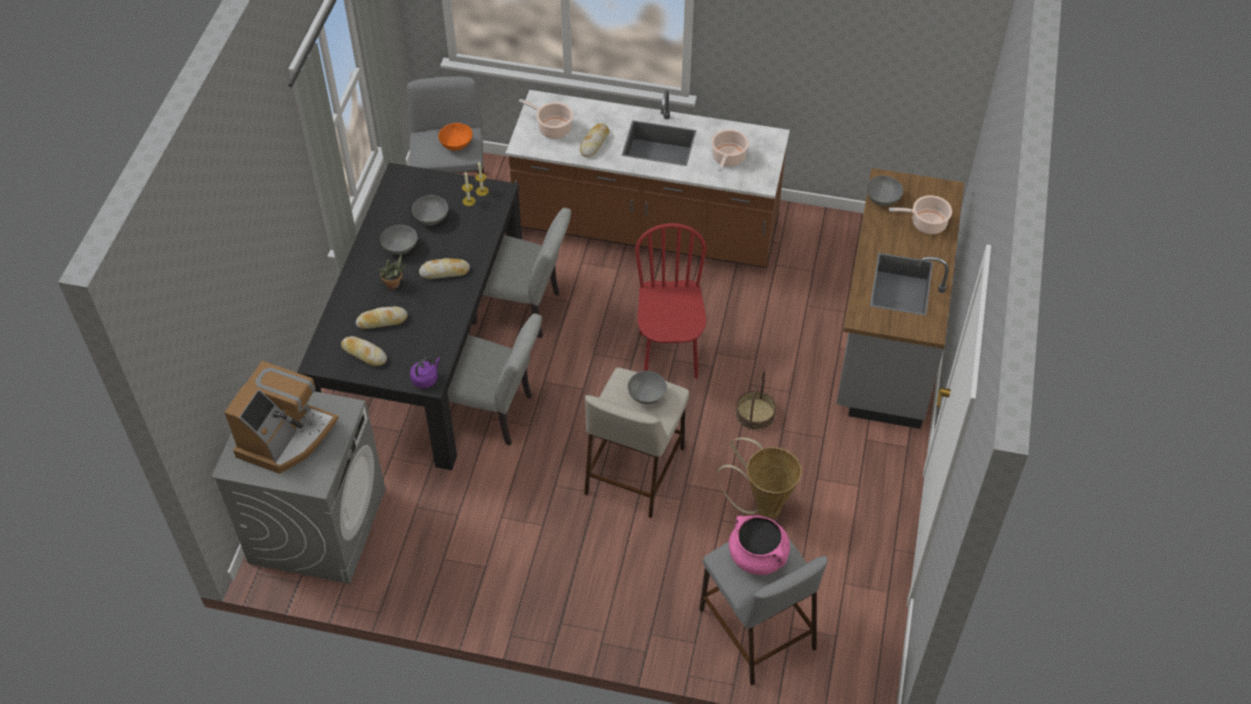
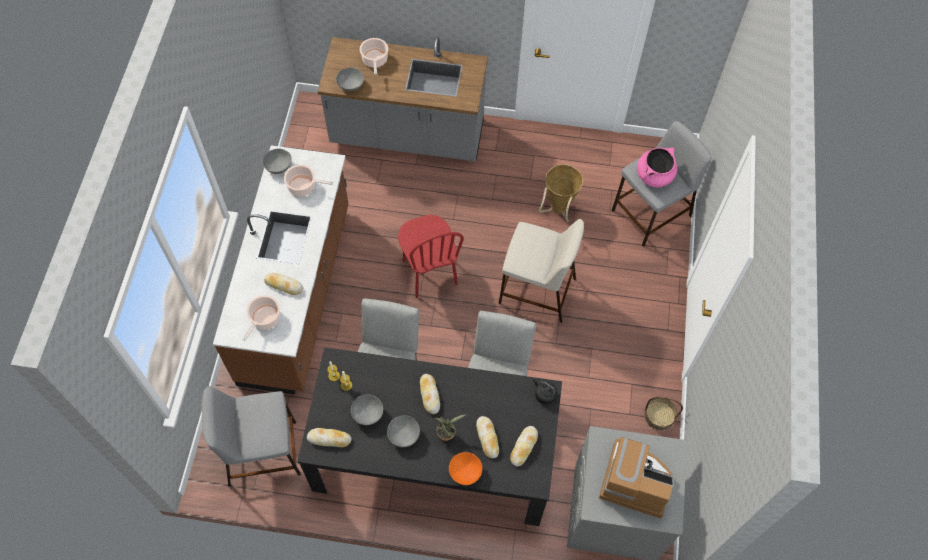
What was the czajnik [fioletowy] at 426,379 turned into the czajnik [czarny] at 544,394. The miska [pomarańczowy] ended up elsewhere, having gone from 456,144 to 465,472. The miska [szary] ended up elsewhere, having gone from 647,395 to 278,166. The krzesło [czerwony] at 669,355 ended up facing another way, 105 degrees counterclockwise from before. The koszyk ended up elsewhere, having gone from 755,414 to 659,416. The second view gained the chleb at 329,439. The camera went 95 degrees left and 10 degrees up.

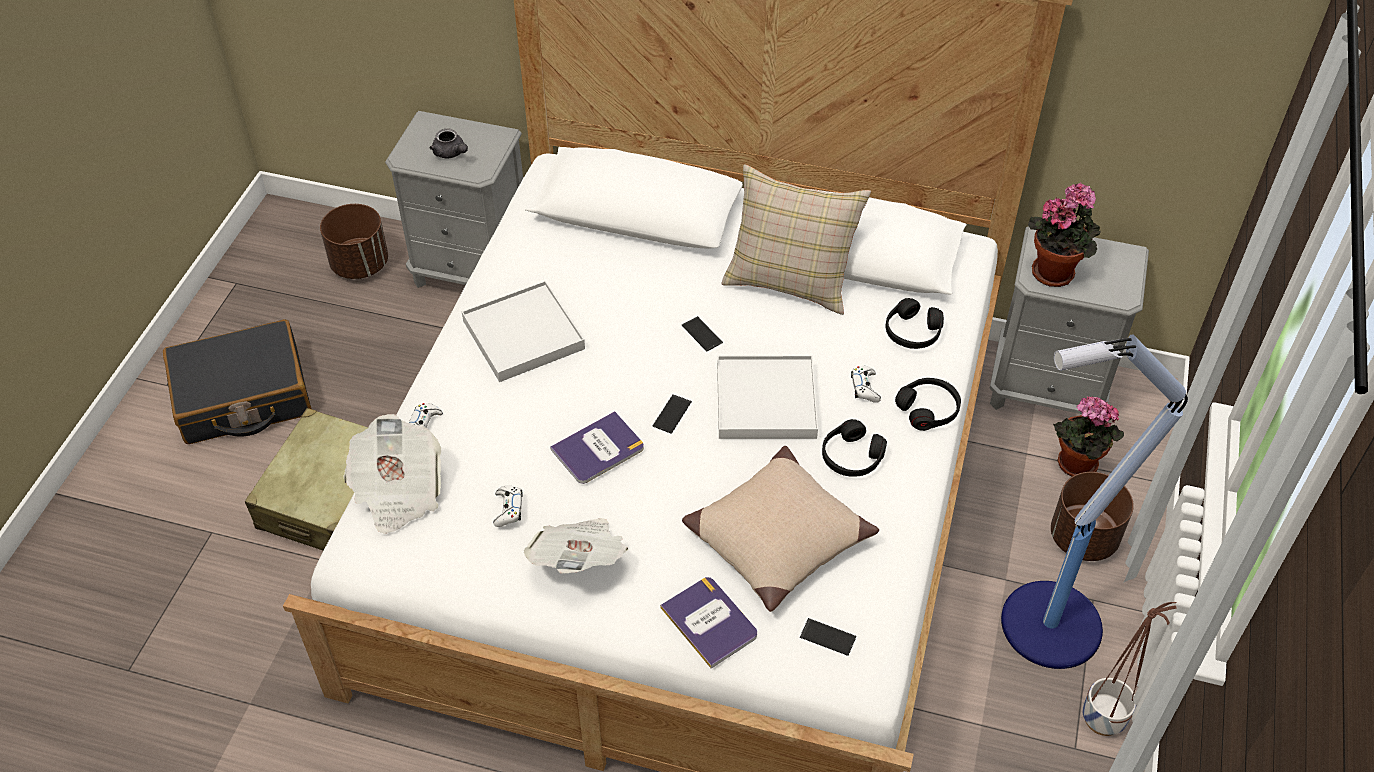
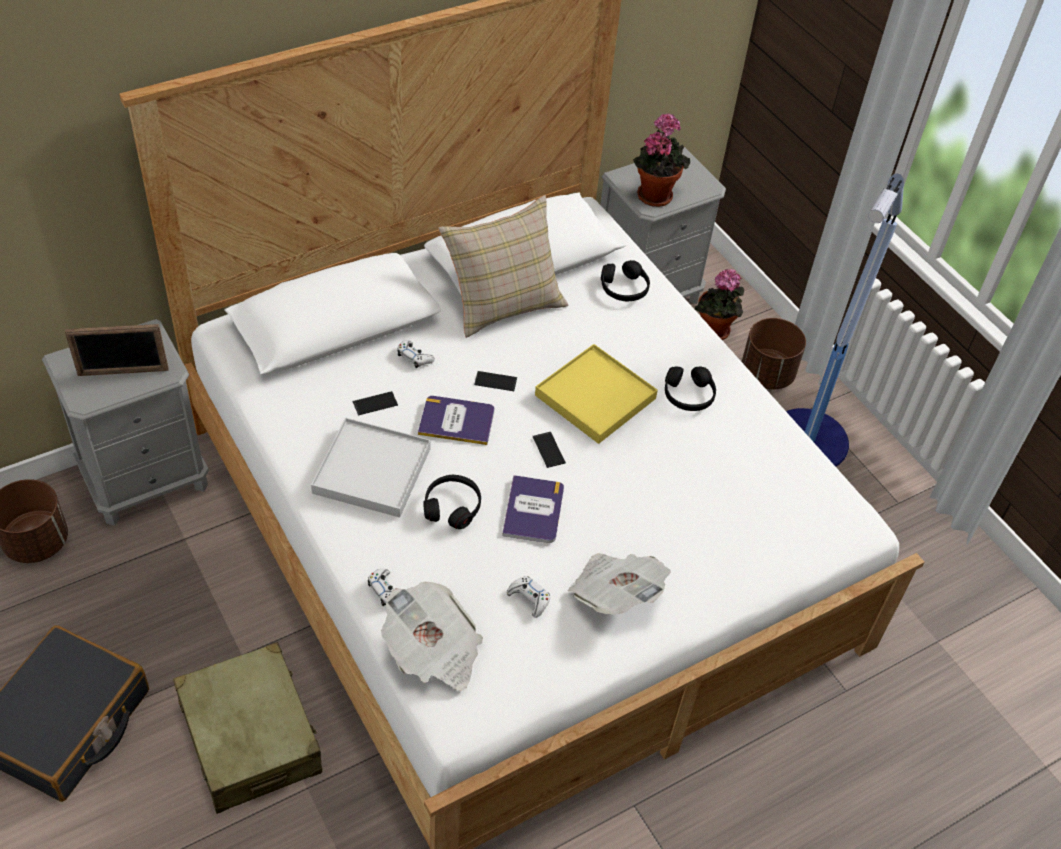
Where the imbryk [szary] stood at 451,153, the ramka na zdjęcie came to stand at 123,372. The książka ended up elsewhere, having gone from 710,622 to 457,421. The second view lost the poduszka [beżowy] at 777,537. What was the taca [biały] at 765,401 turned into the taca [żółty] at 595,397. The telefon ended up elsewhere, having gone from 828,637 to 375,403. The pad do gier [biały] ended up elsewhere, having gone from 865,388 to 414,357. The słuchawki [czarny] ended up elsewhere, having gone from 928,409 to 452,506. The second view lost the donica at 1103,718. The camera went 50 degrees left and 0 degrees up.

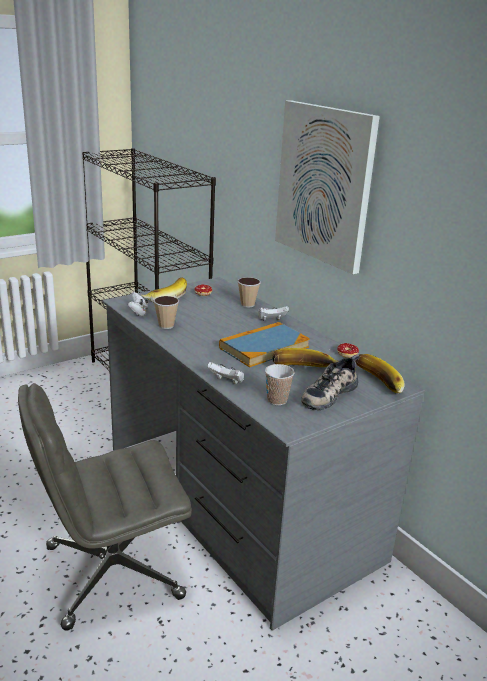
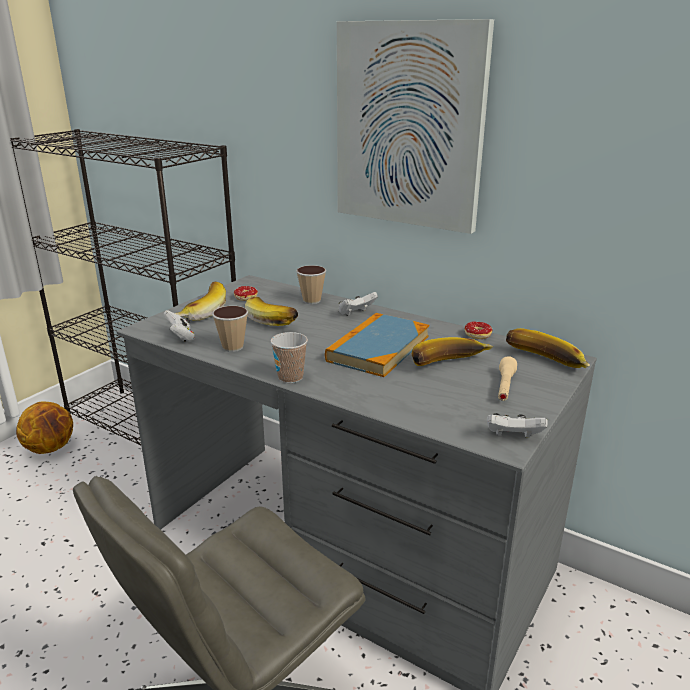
The pad do gier [biały] ended up elsewhere, having gone from 226,381 to 513,437. The filiżanka ended up elsewhere, having gone from 277,400 to 290,377. Where the but stood at 328,393, the latarka [beżowy] came to stand at 505,387. The second view gained the piłka do koszykówki at 51,448. The second view gained the banan at 273,318. The camera went 20 degrees left and 0 degrees up.

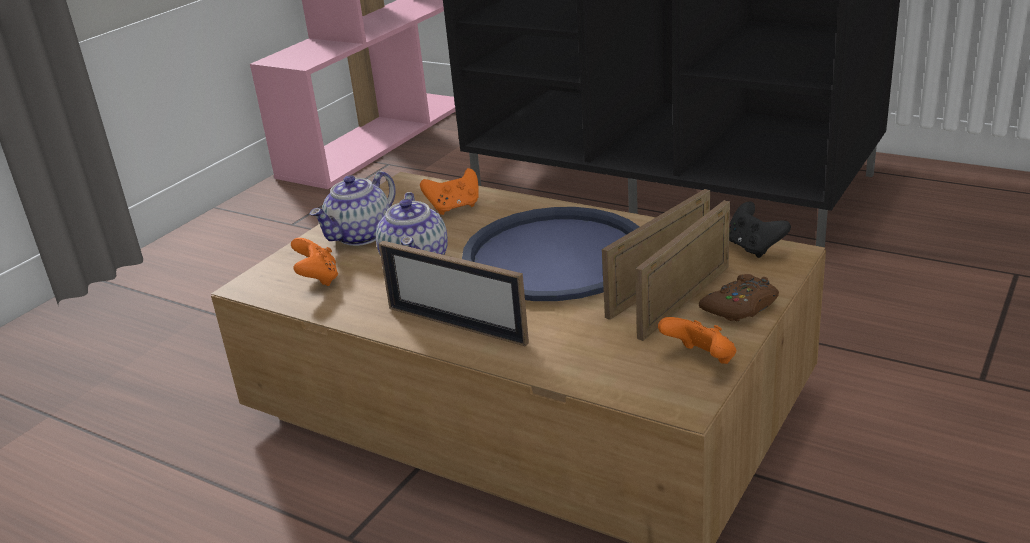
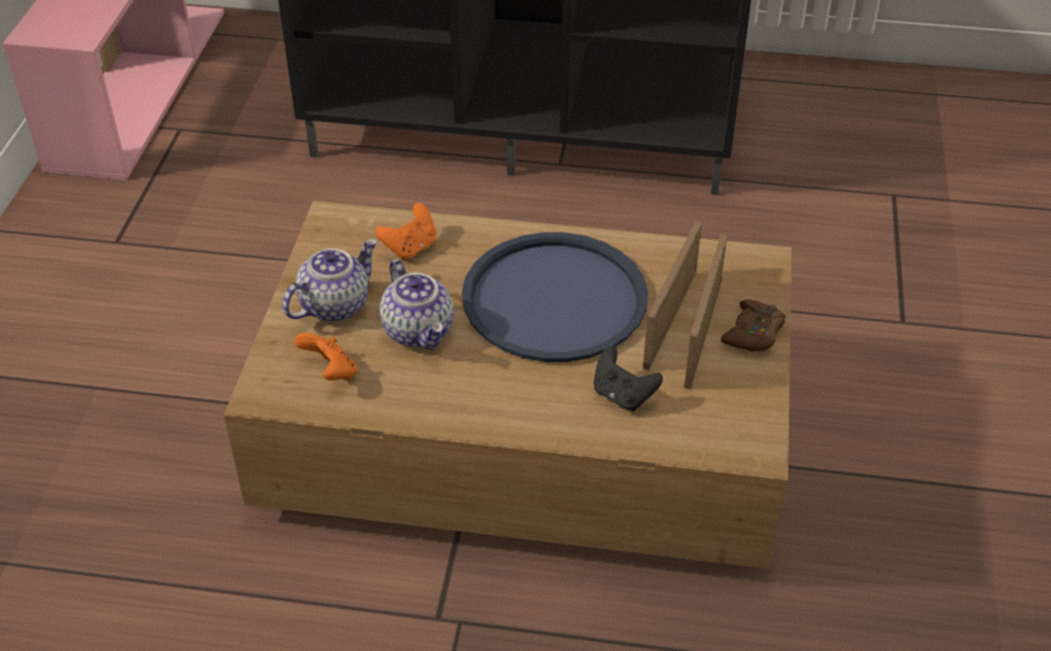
The imbryk at 360,236 ended up facing another way, 150 degrees counterclockwise from before. The second view lost the ramka na zdjęcie at 456,325. The second view lost the pad do gier [pomarańczowy] at 701,360. The pad do gier [czarny] ended up elsewhere, having gone from 753,248 to 622,395. The camera went 25 degrees left and 15 degrees up.

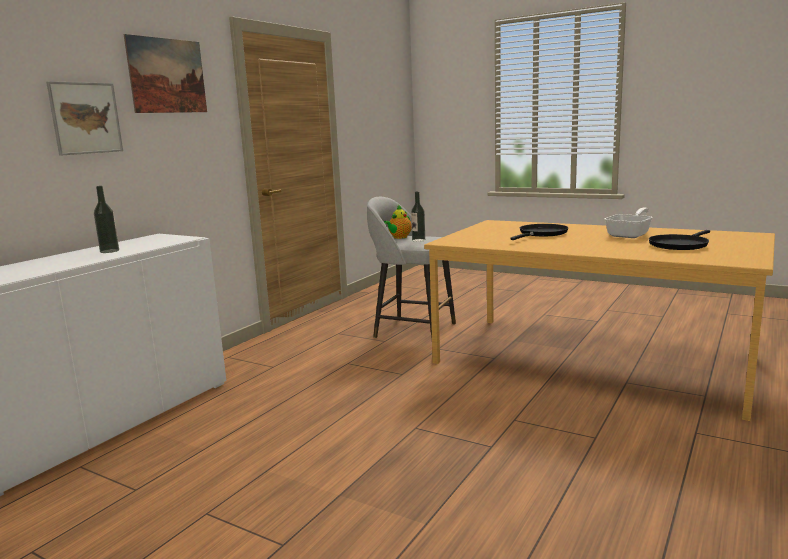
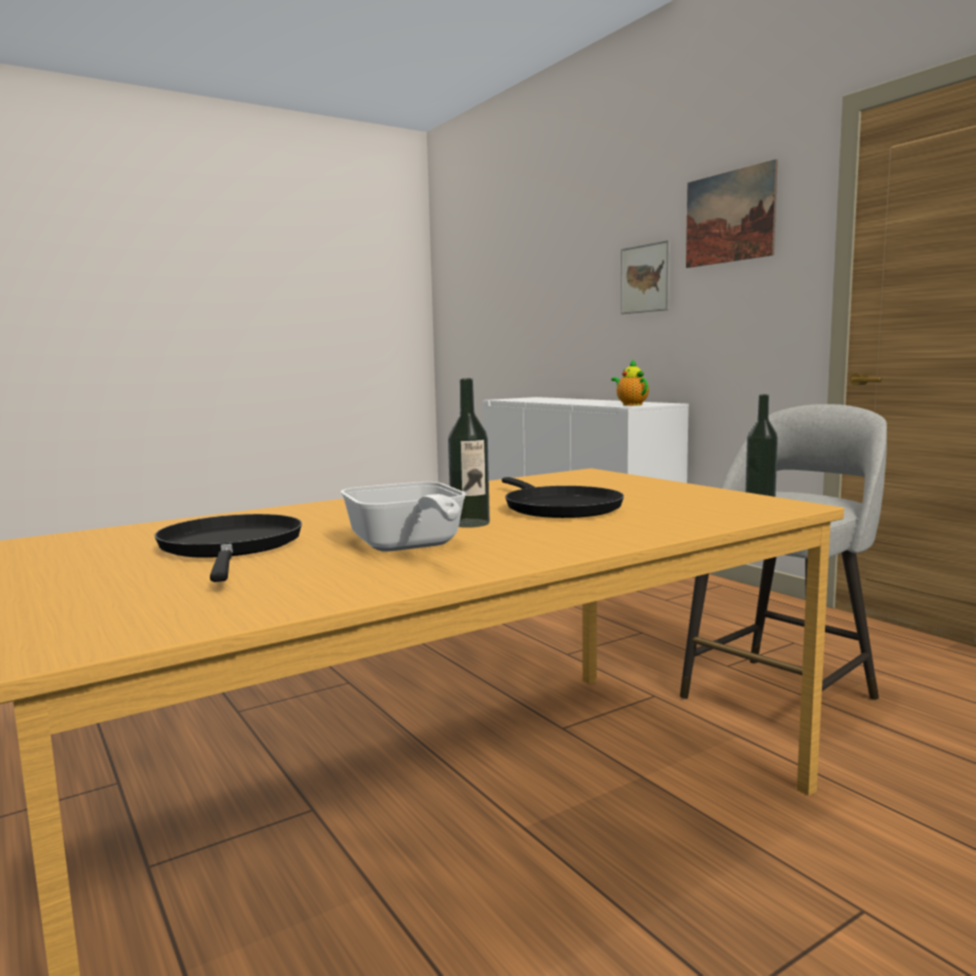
The butelka ended up elsewhere, having gone from 109,251 to 470,523. The imbryk ended up elsewhere, having gone from 399,237 to 630,404. The camera went 115 degrees right and 5 degrees down.

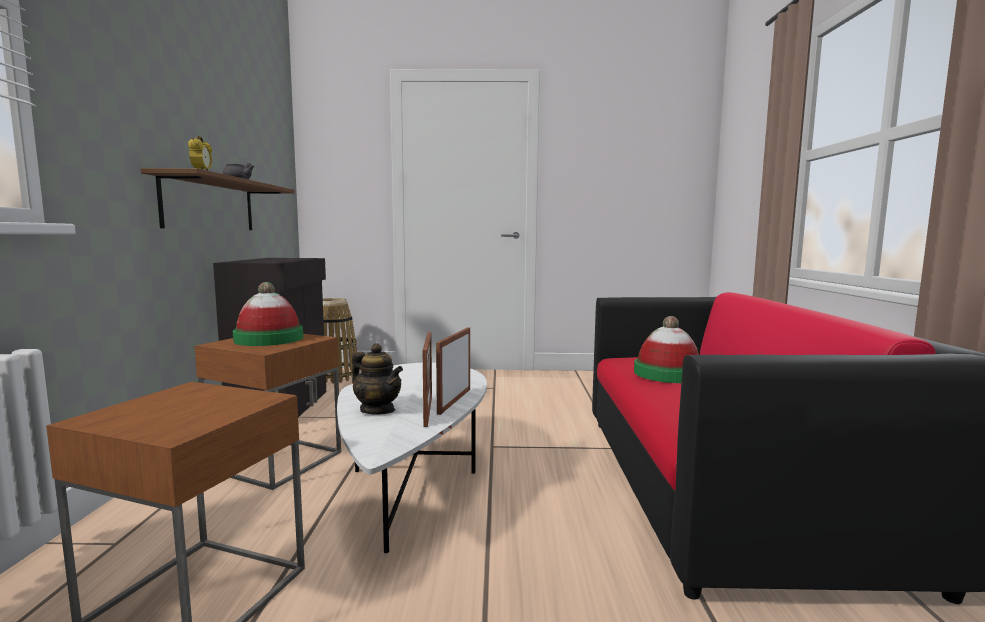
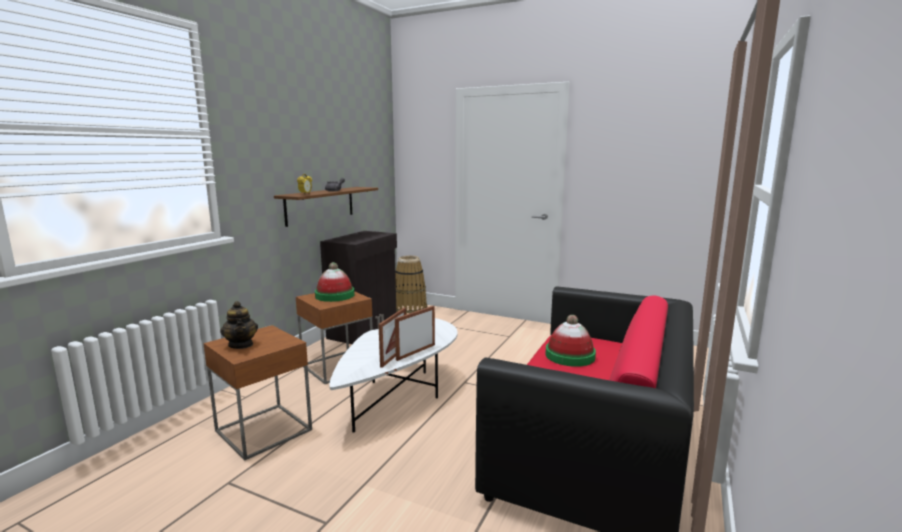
The imbryk ended up elsewhere, having gone from 377,410 to 241,345. The camera went 25 degrees right and 5 degrees up.

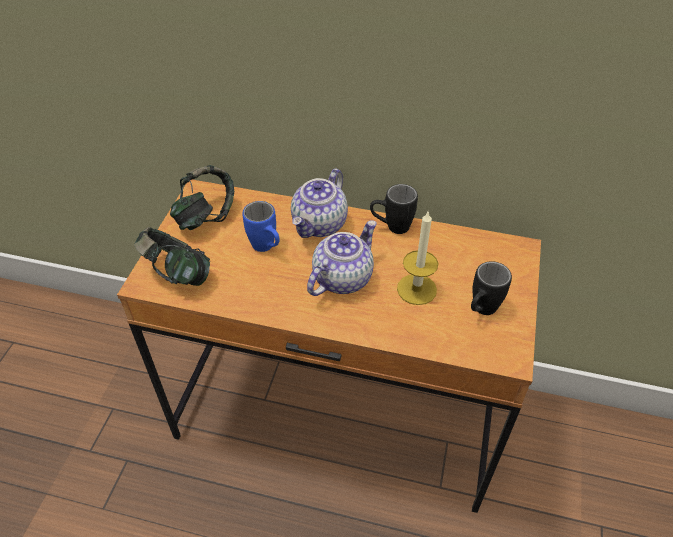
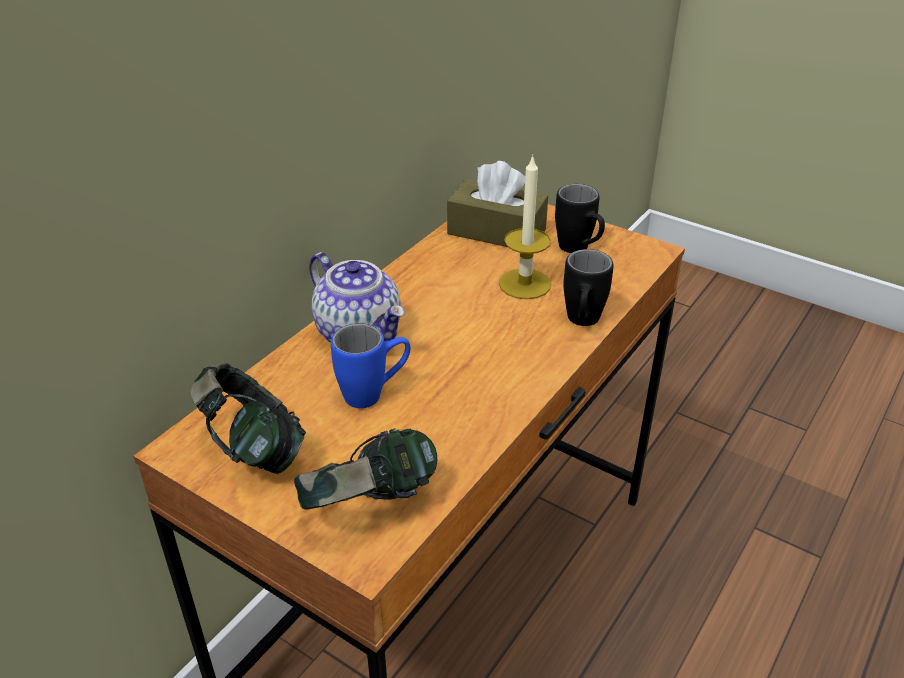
The second view lost the imbryk at 342,278. The kubek [czarny] ended up elsewhere, having gone from 391,227 to 582,323. The second view gained the pudełko chusteczek [brązowy] at 496,231. The camera went 70 degrees left and 10 degrees down.

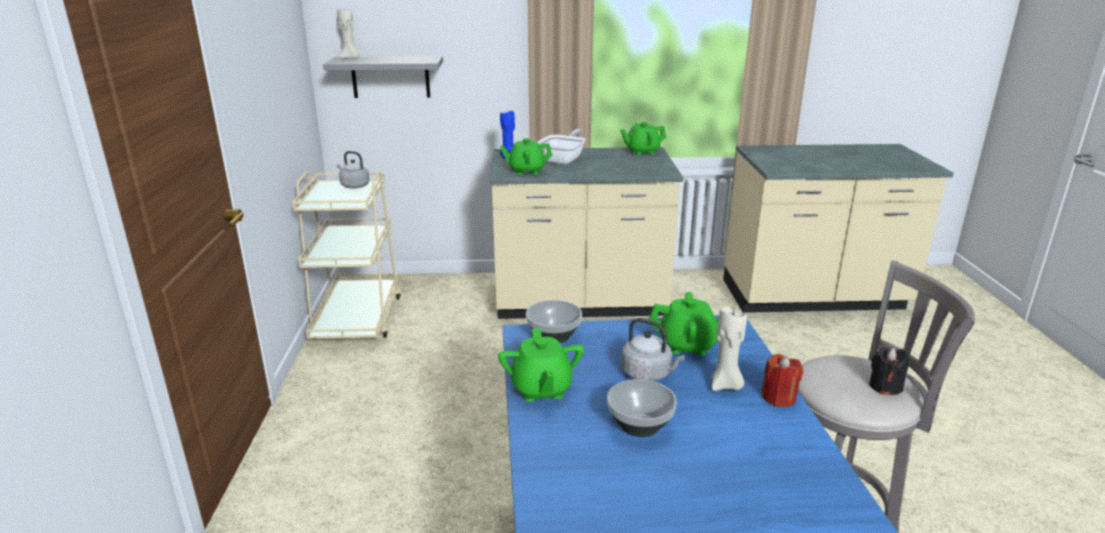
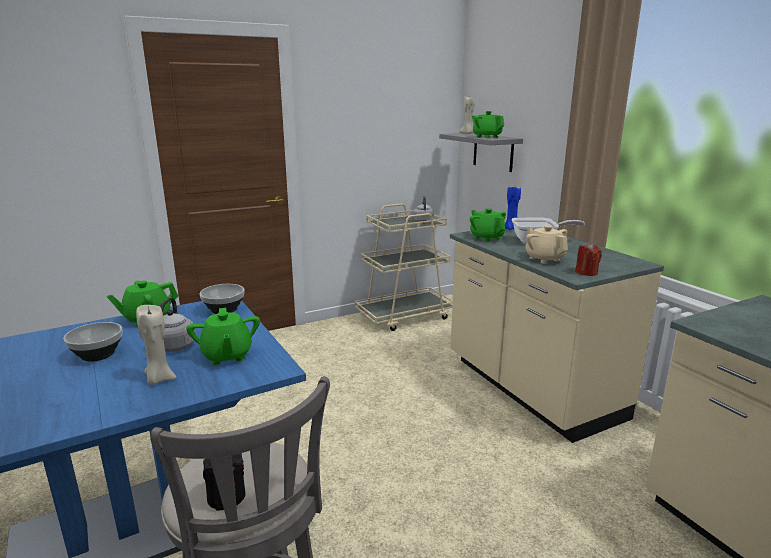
The imbryk [zielony] ended up elsewhere, having gone from 642,152 to 486,137. The świeca [czerwony] ended up elsewhere, having gone from 778,397 to 586,272. The second view gained the imbryk [beżowy] at 544,259. The camera went 65 degrees right and 5 degrees down.

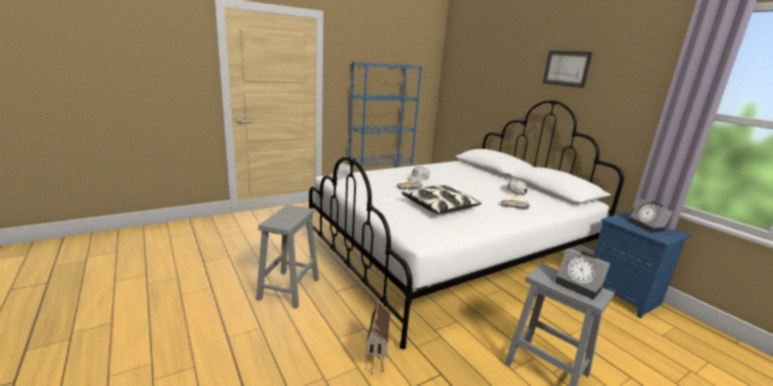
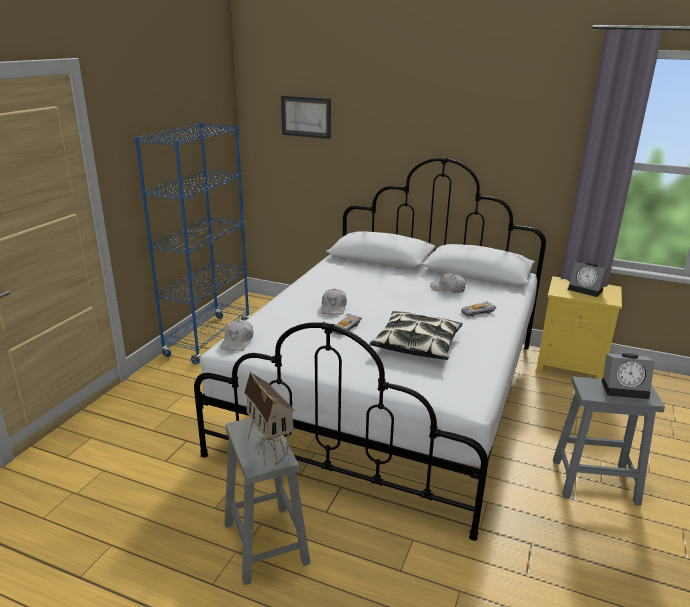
The domek ended up elsewhere, having gone from 376,362 to 270,450. The obraz ended up elsewhere, having gone from 566,68 to 306,117. What was the szafka nocna [niebieski] at 624,296 turned into the szafka nocna [żółty] at 571,367. The camera went 35 degrees left and 5 degrees up.

